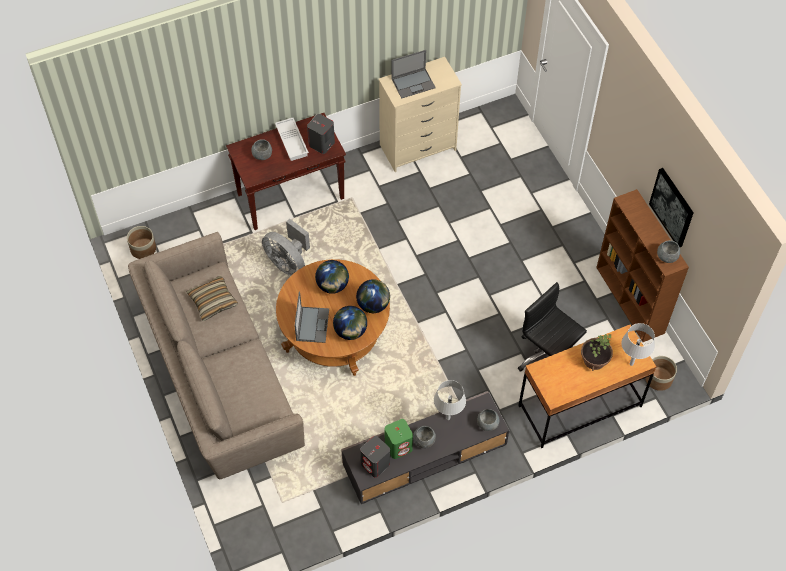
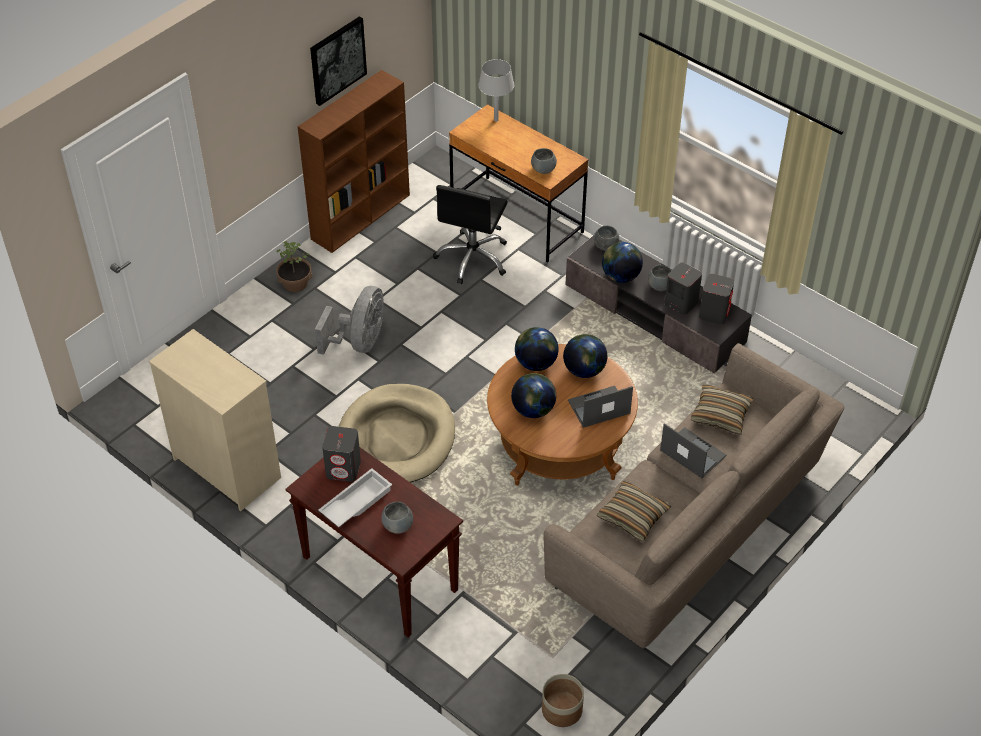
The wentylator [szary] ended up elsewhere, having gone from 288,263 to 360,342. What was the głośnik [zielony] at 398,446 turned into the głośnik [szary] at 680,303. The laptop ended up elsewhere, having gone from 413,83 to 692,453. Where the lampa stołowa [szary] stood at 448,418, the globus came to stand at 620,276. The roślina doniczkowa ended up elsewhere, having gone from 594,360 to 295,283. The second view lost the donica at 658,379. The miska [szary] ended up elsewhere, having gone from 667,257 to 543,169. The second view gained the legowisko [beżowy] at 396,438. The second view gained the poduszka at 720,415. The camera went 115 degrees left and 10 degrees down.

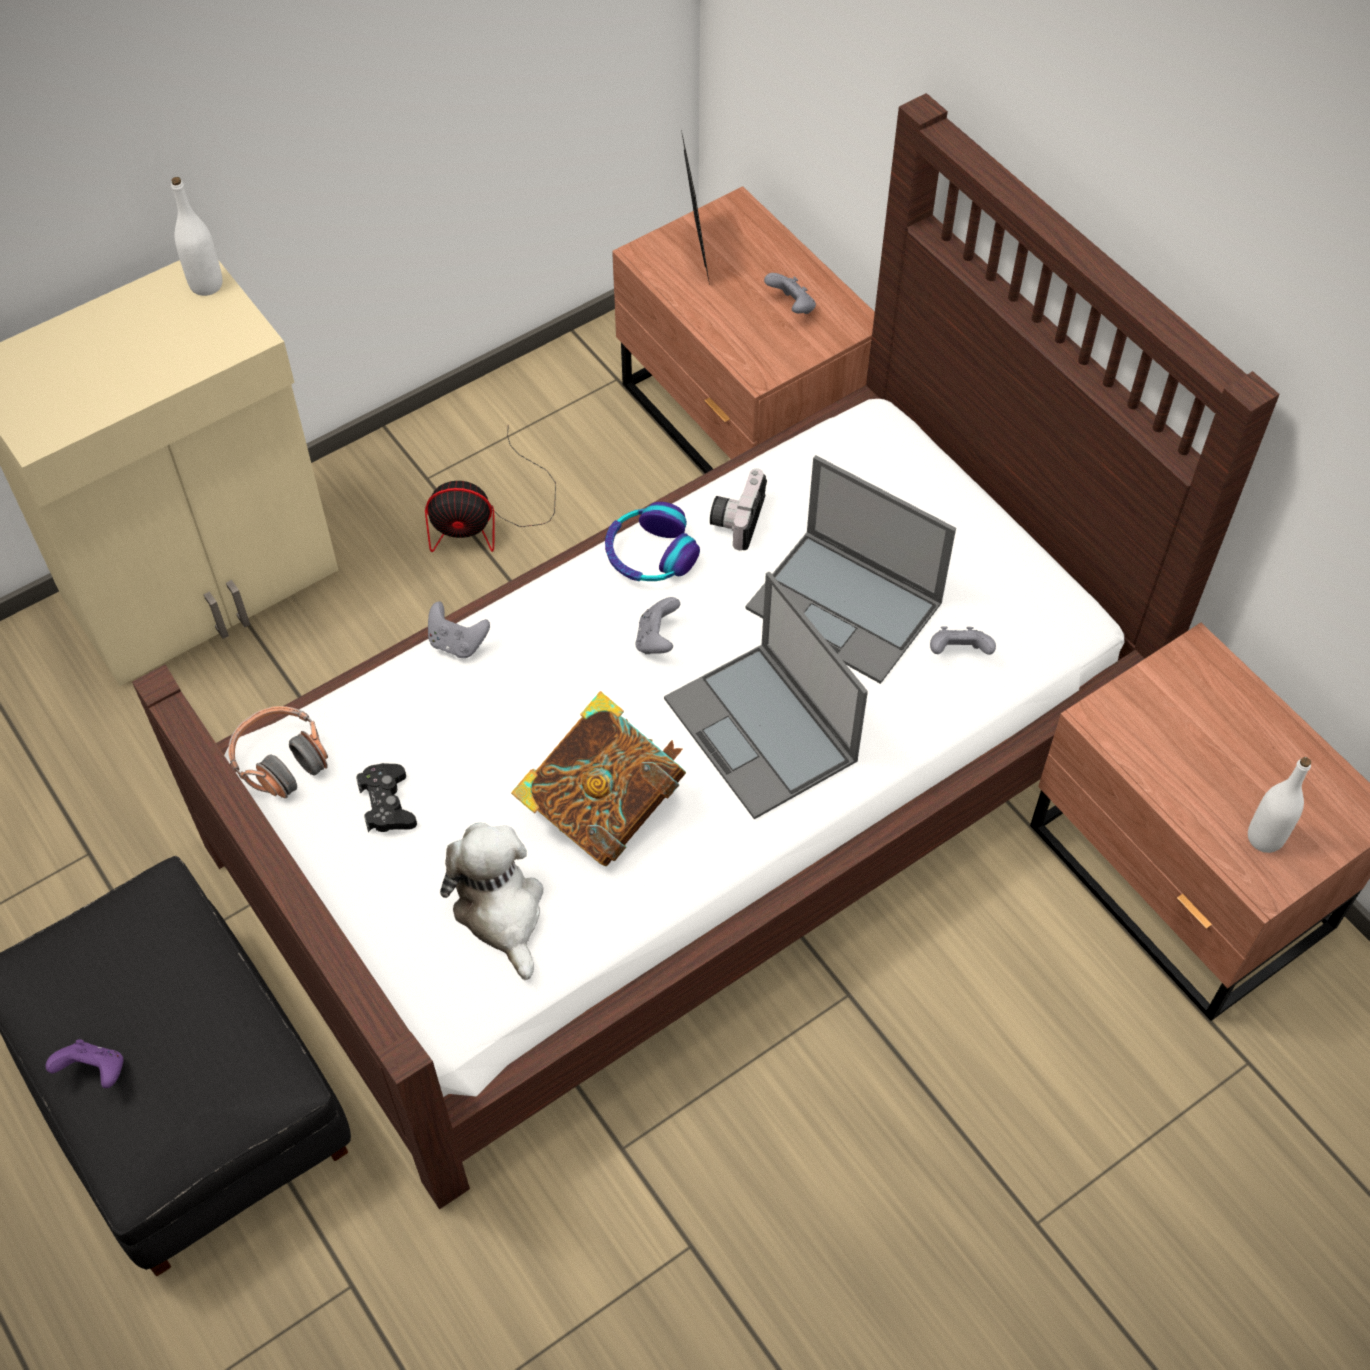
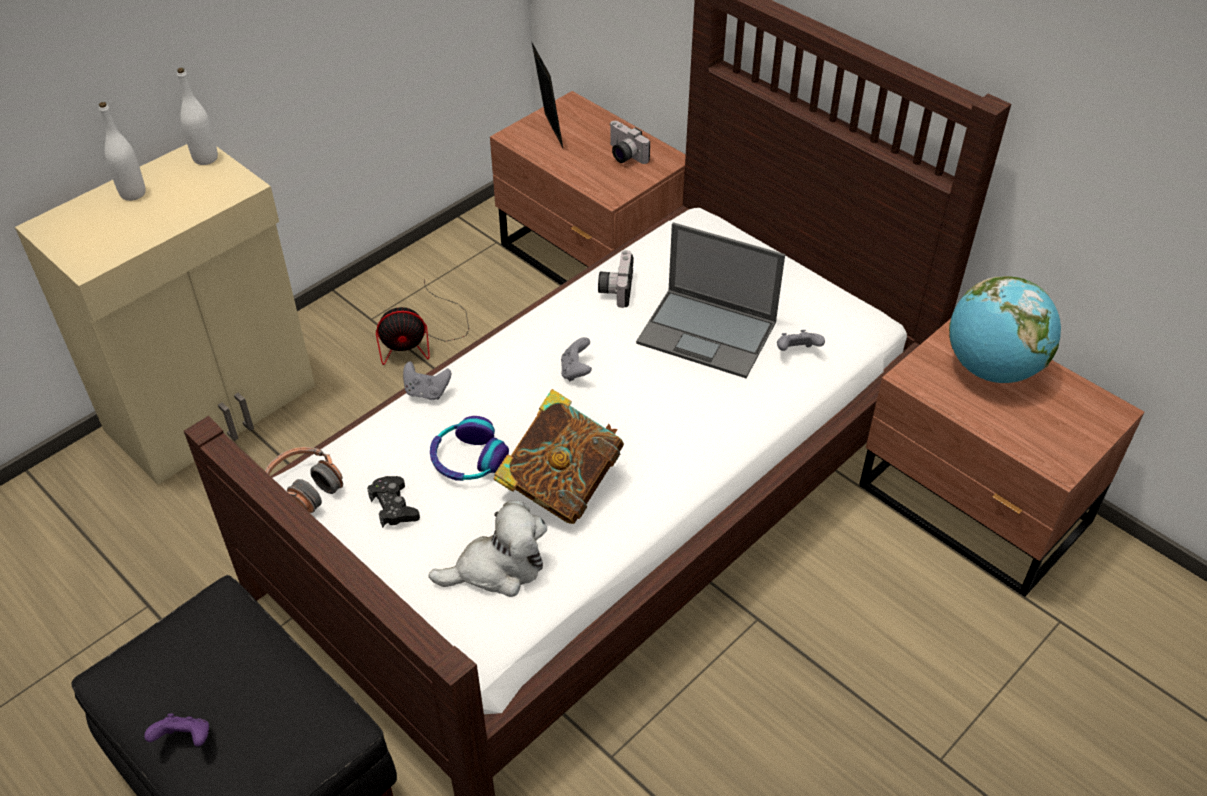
The pluszak at 500,911 ended up facing another way, 105 degrees clockwise from before. The słuchawki ended up elsewhere, having gone from 650,554 to 468,459. The second view lost the laptop at 762,731. Where the pad do gier [szary] stood at 791,307, the aparat fotograficzny came to stand at 624,155. The butelka [biały] ended up elsewhere, having gone from 1265,838 to 133,193. The second view gained the globus at 992,368. The camera went 10 degrees left and 10 degrees down.

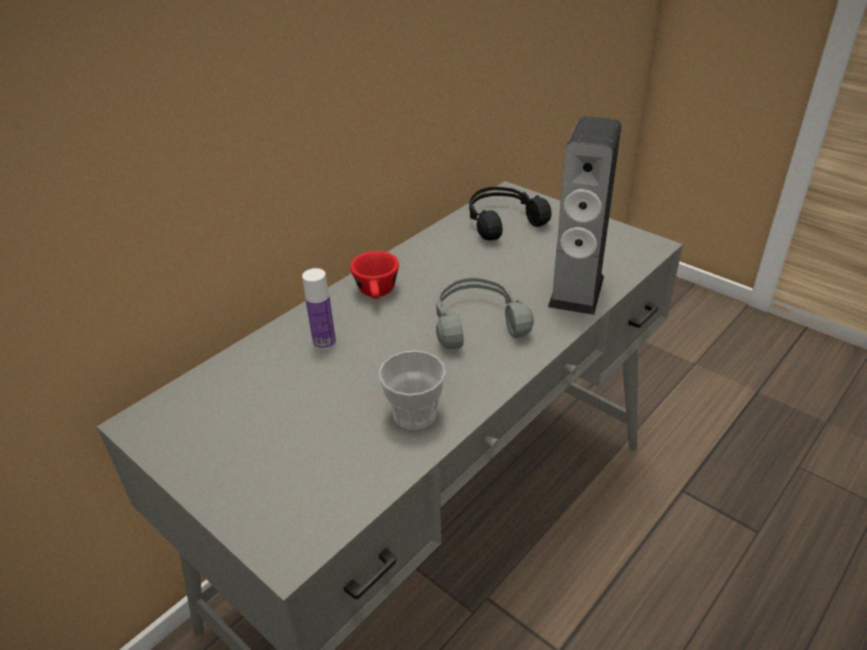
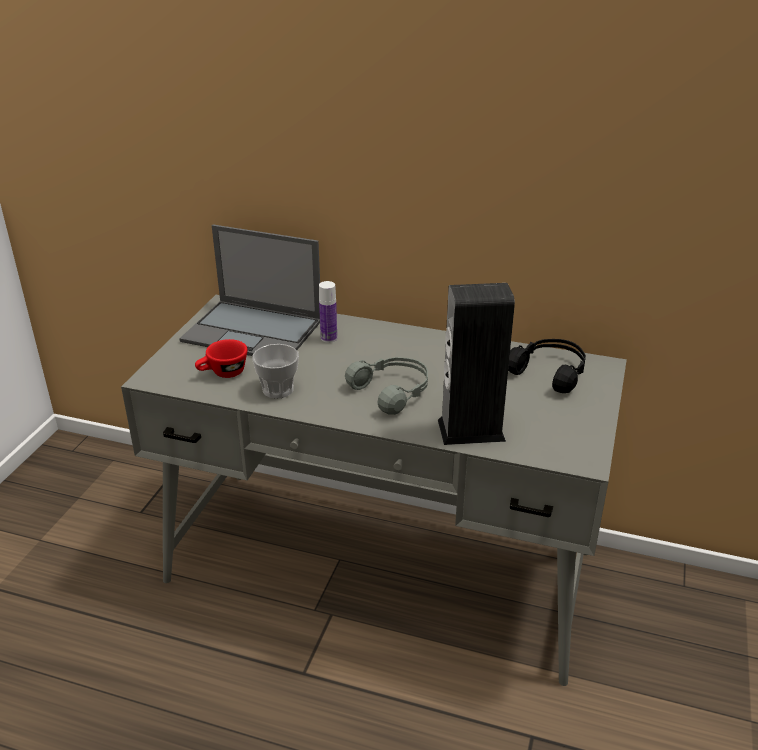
The filiżanka [czerwony] ended up elsewhere, having gone from 377,293 to 223,373. The second view gained the laptop at 254,331. The camera went 65 degrees right and 5 degrees down.

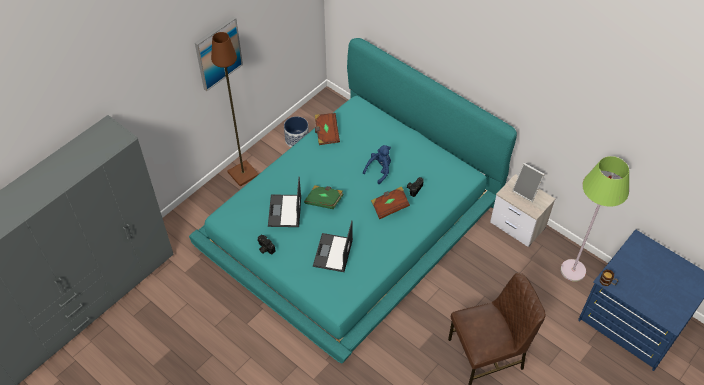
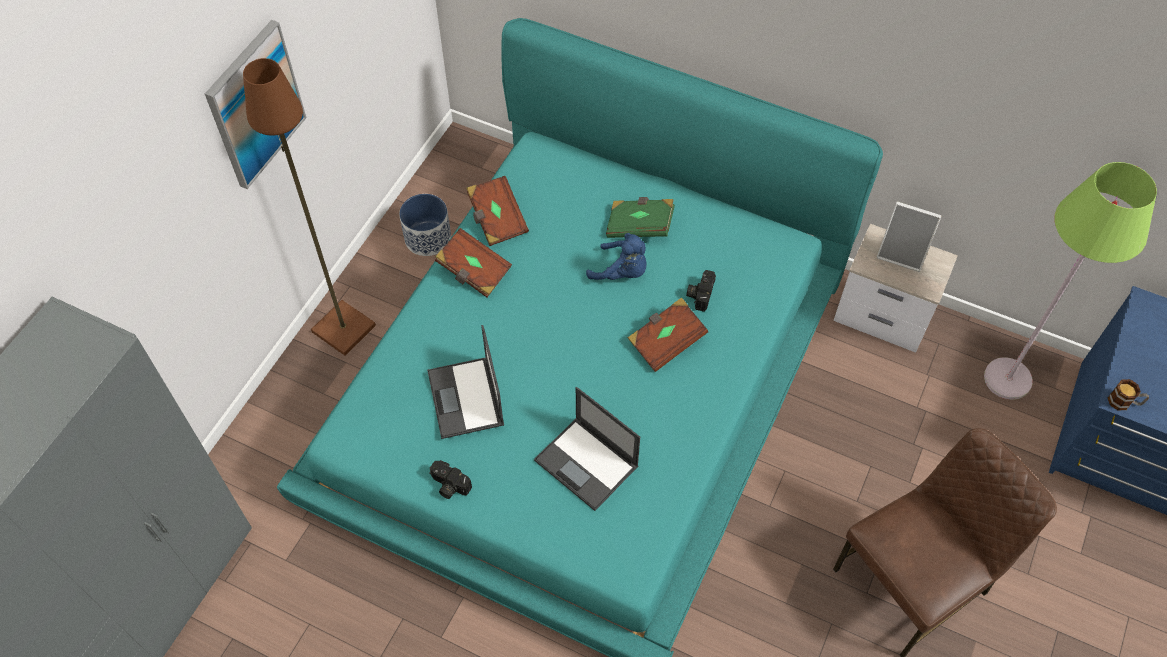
The książka [zielony] ended up elsewhere, having gone from 324,201 to 639,226. The laptop at 333,253 ended up facing another way, 45 degrees counterclockwise from before. The pluszak [niebieski] at 379,170 ended up facing another way, 90 degrees clockwise from before. The second view gained the książka [brązowy] at 474,272. The camera went 15 degrees left and 5 degrees up.

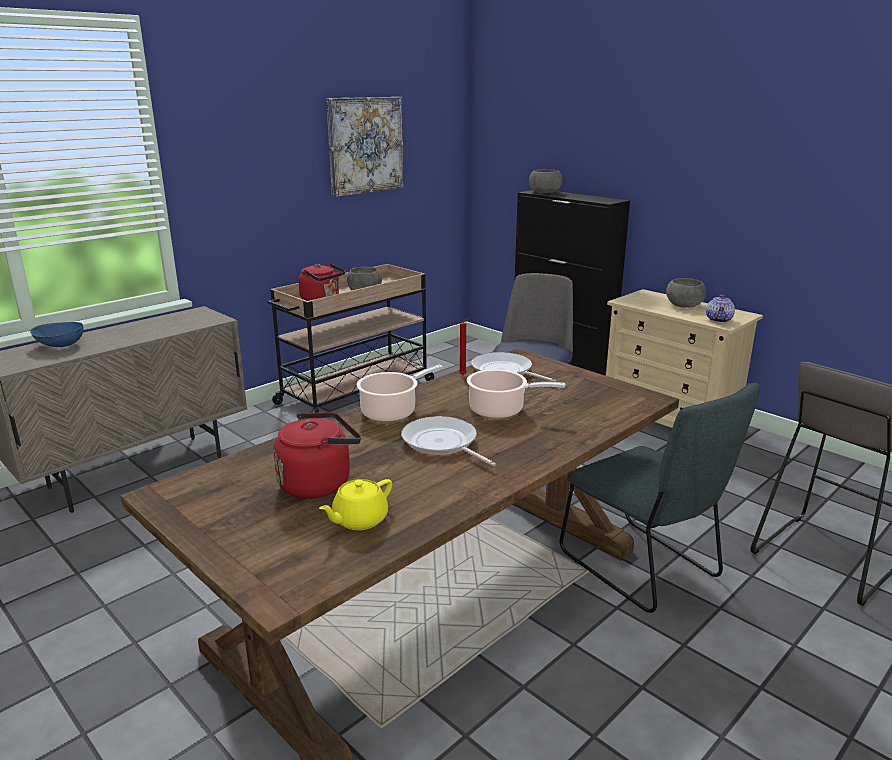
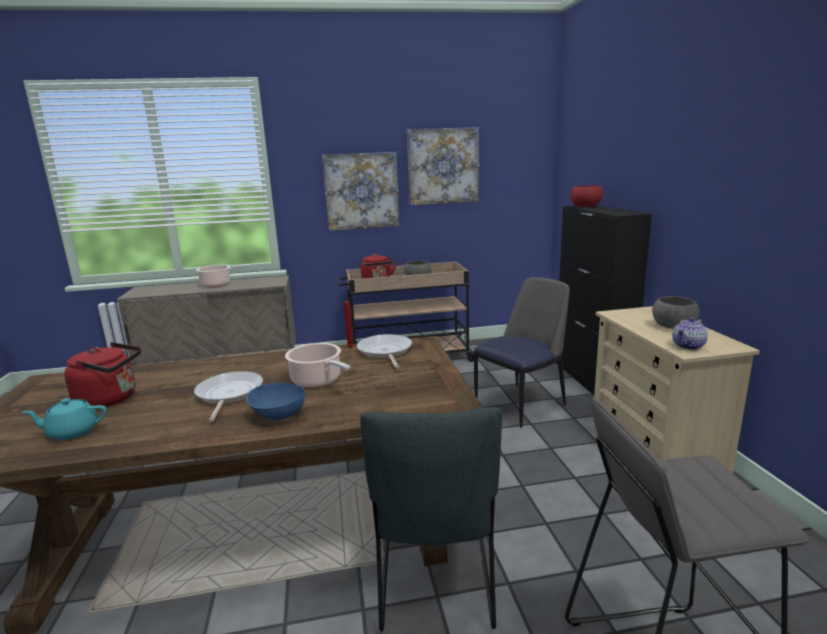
The miska [niebieski] ended up elsewhere, having gone from 60,346 to 277,415. What was the imbryk [żółty] at 359,520 turned into the imbryk [turkusowy] at 72,432. The garnek ended up elsewhere, having gone from 392,411 to 218,284. What was the miska [szary] at 544,192 turned into the miska [czerwony] at 585,206. The second view gained the obraz at 361,191. The camera went 35 degrees right and 5 degrees down.

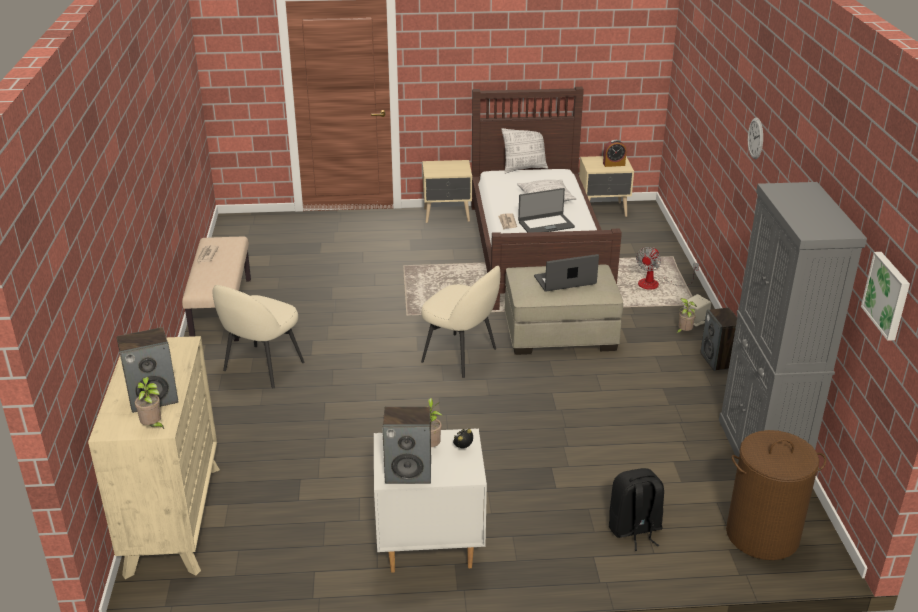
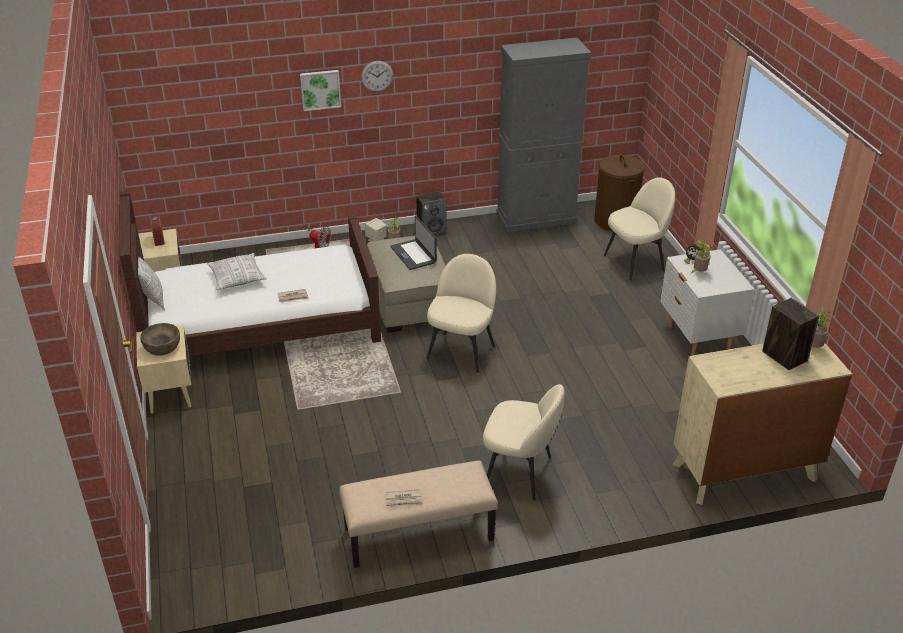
The second view lost the głośnik at 409,472. The second view lost the laptop at 545,224. Where the plecak [czarny] stood at 634,530, the krzesło [beżowy] came to stand at 635,262. The obraz ended up elsewhere, having gone from 888,295 to 320,89. The second view gained the miska [brązowy] at 162,347. The camera went 100 degrees left and 5 degrees up.

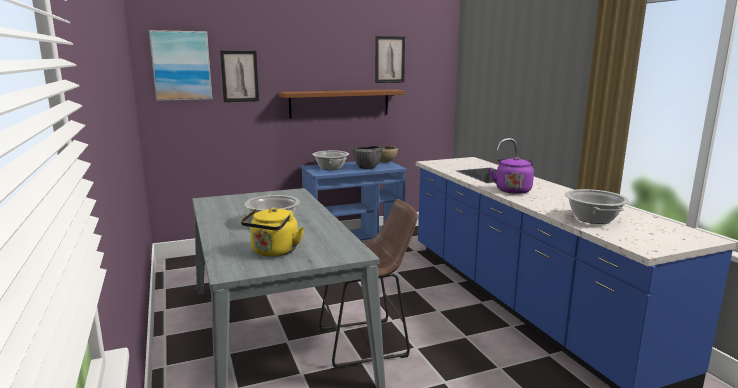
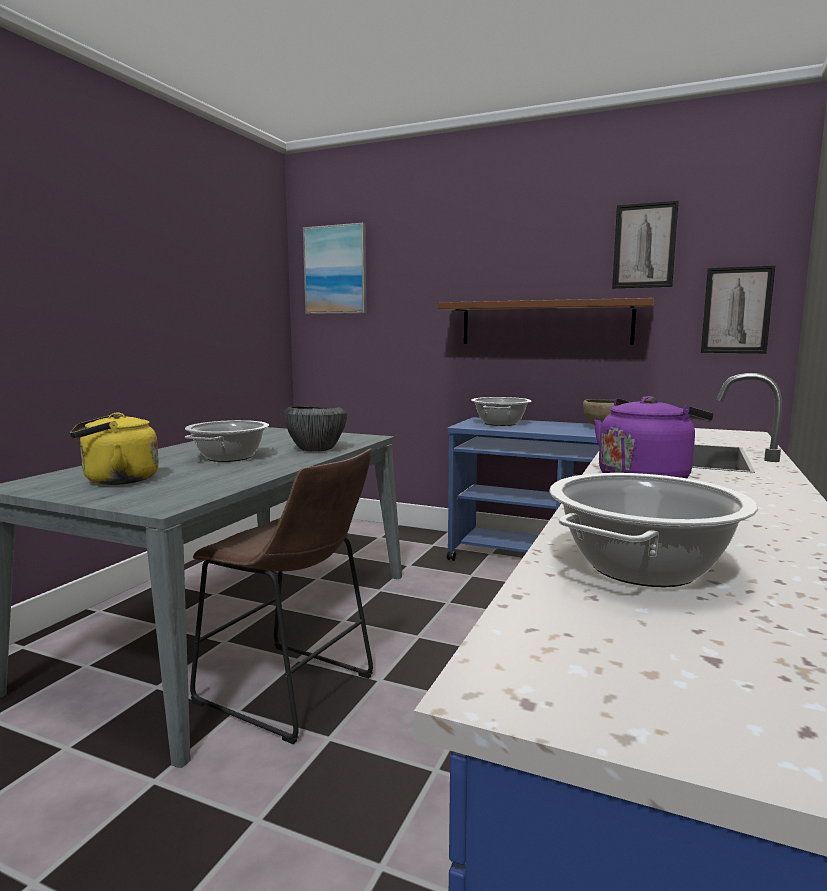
The obraz ended up elsewhere, having gone from 239,76 to 736,310. The miska ended up elsewhere, having gone from 367,168 to 316,449. The camera went 45 degrees right and 5 degrees down.

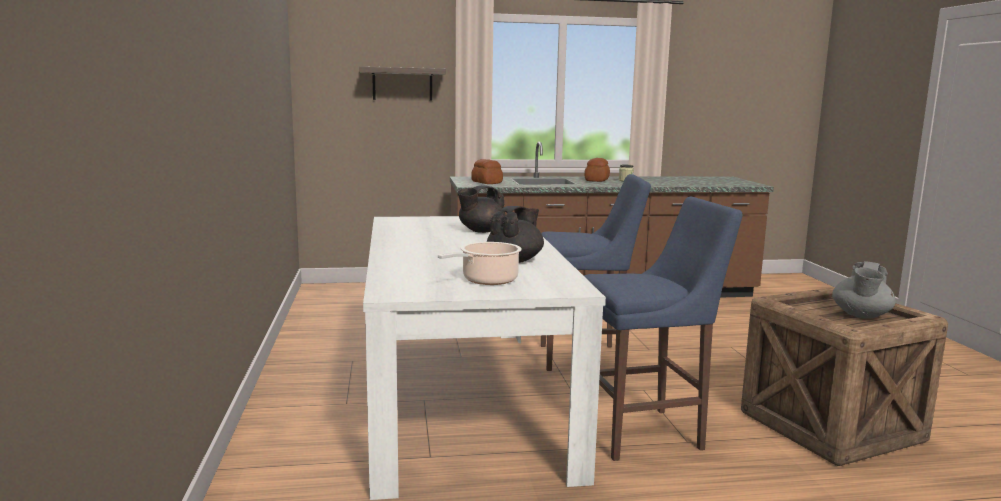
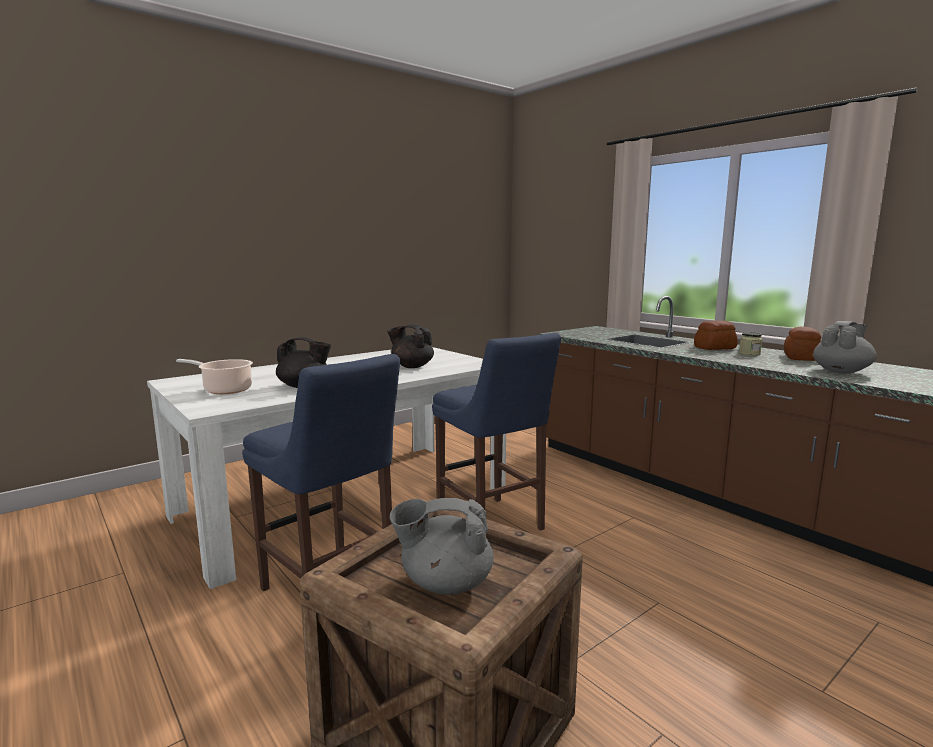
The second view lost the półka at 402,84. The chleb ended up elsewhere, having gone from 486,182 to 800,357. The second view gained the imbryk [szary] at 841,371. The camera went 60 degrees right and 0 degrees up.

